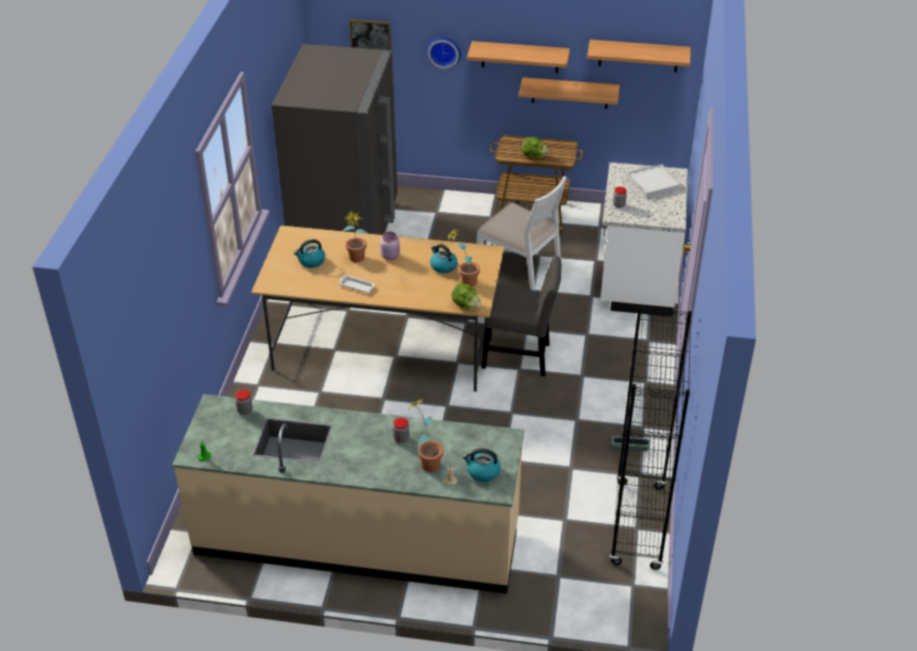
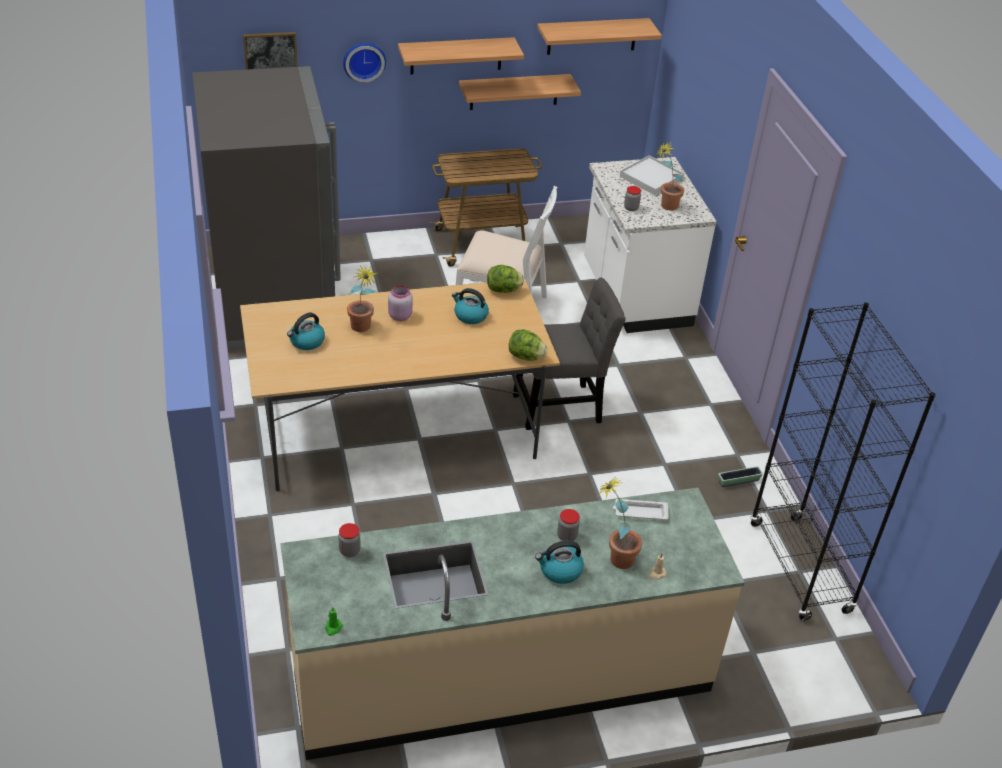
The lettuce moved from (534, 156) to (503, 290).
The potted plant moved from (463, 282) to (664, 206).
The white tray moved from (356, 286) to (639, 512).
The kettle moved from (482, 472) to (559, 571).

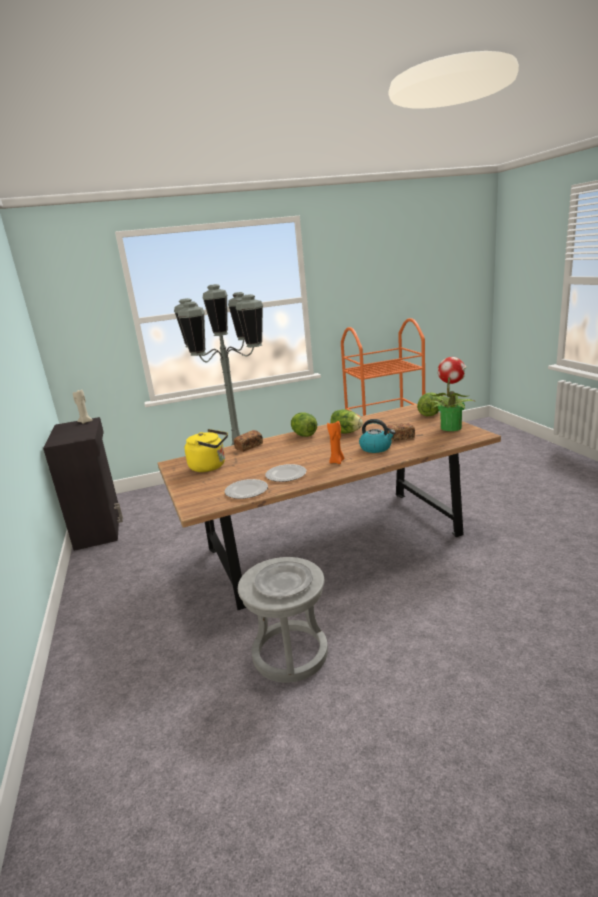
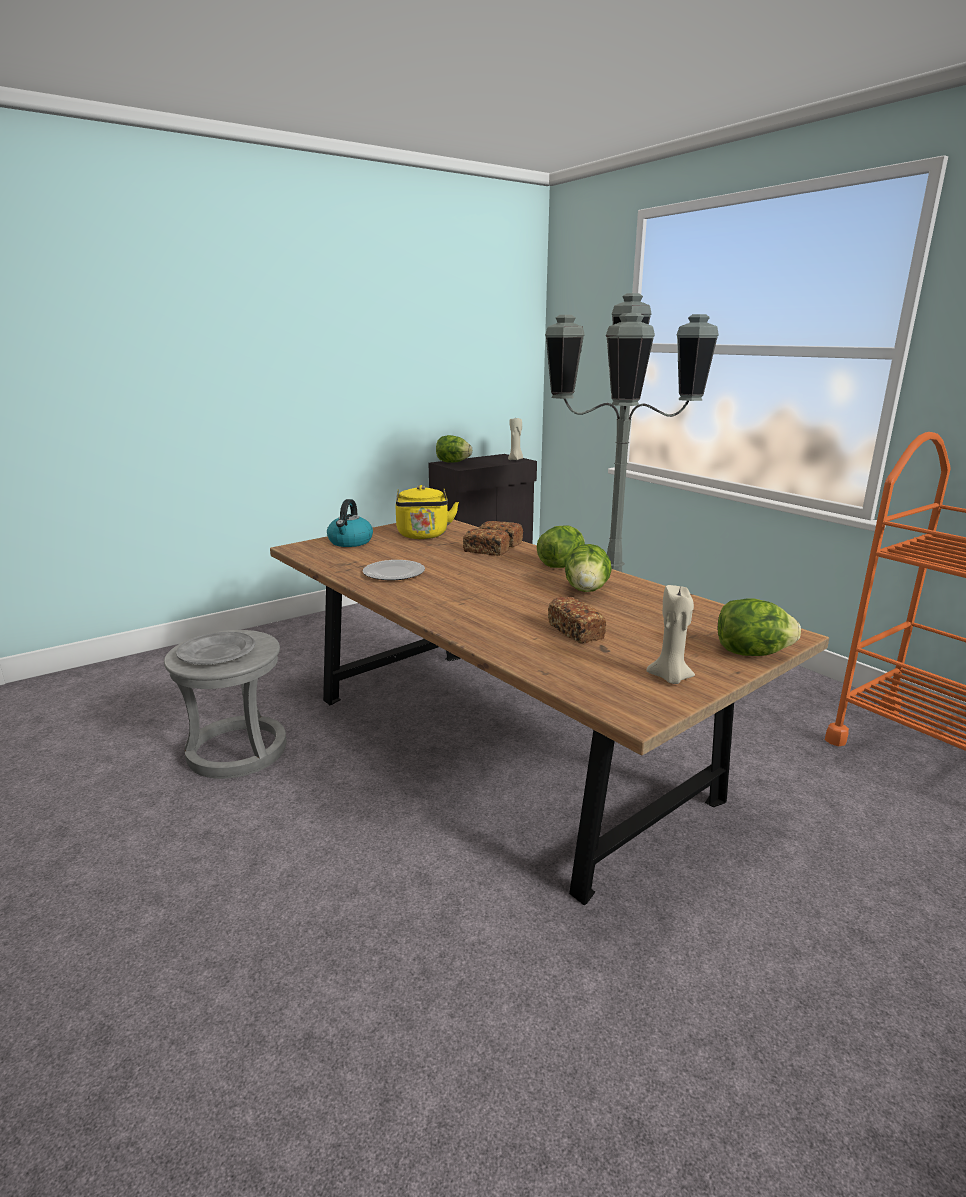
The potted plant at (450, 427) was replaced by the beige candle at (670, 678).
The kettle moved from (376, 448) to (350, 542).
The orange candle at (337, 461) disappeared.
The plate at (247, 490) disappeared.
The lettuce at (453, 462) appeared.
The bread at (486, 551) appeared.

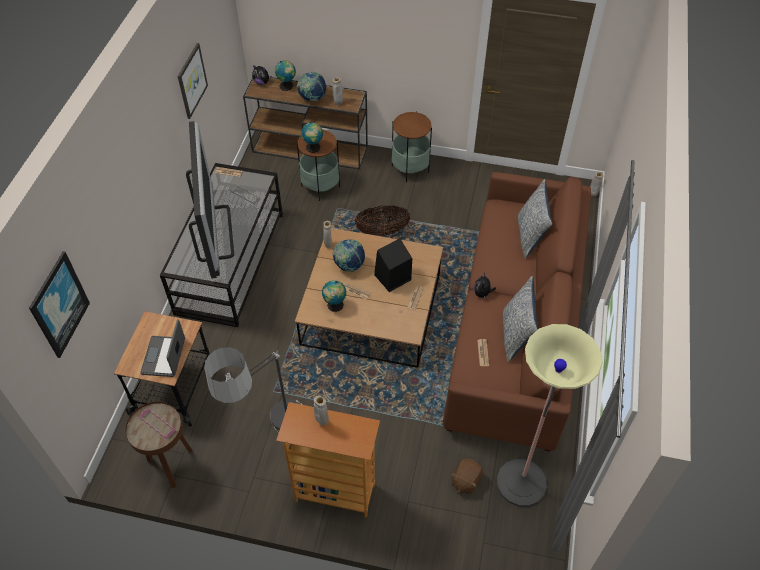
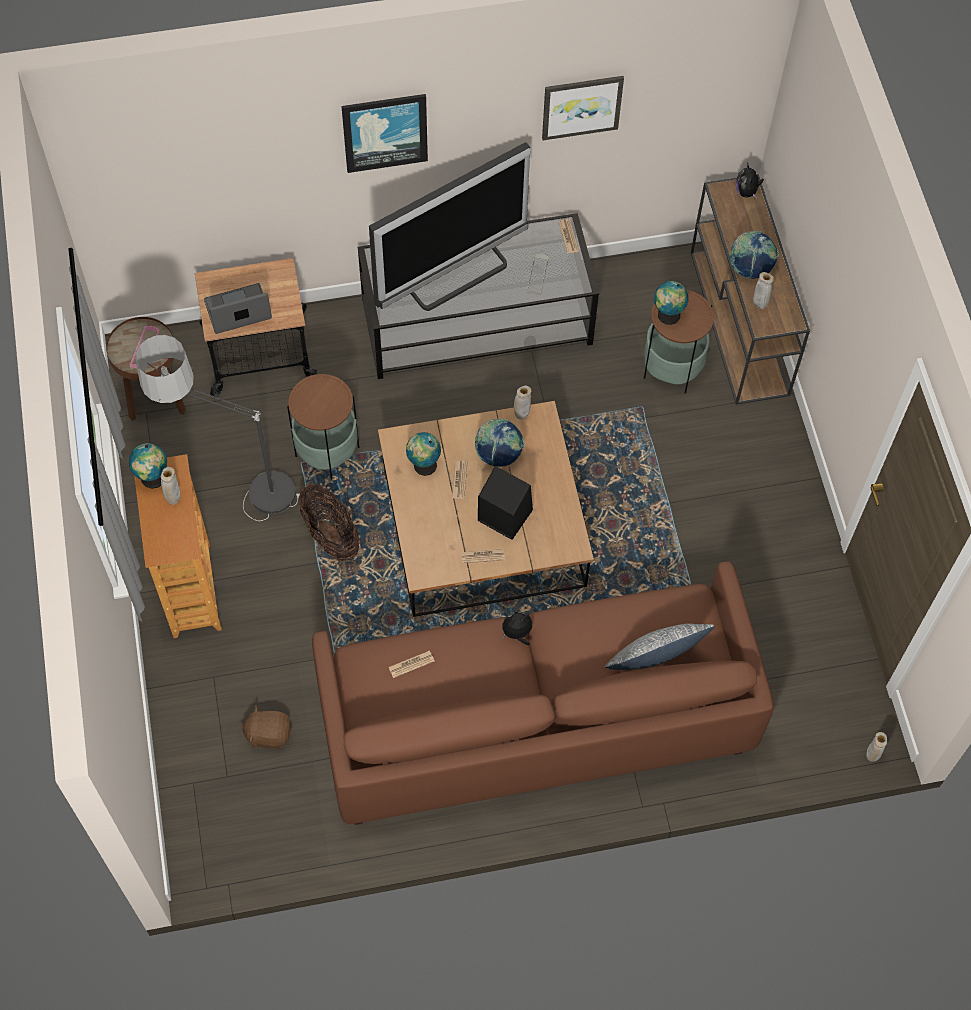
The globe moved from (287, 86) to (153, 479).
The side table moved from (410, 169) to (327, 451).
The basket moved from (382, 231) to (330, 535).
The picture moved from (59, 304) to (385, 131).
The pillow at (515, 335) disappeared.
The floor lamp at (521, 483) disappeared.

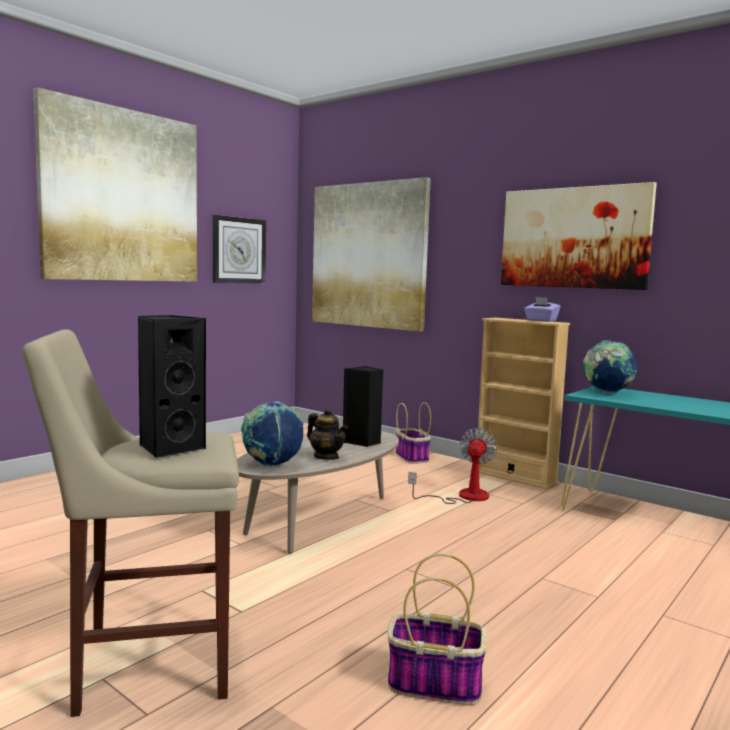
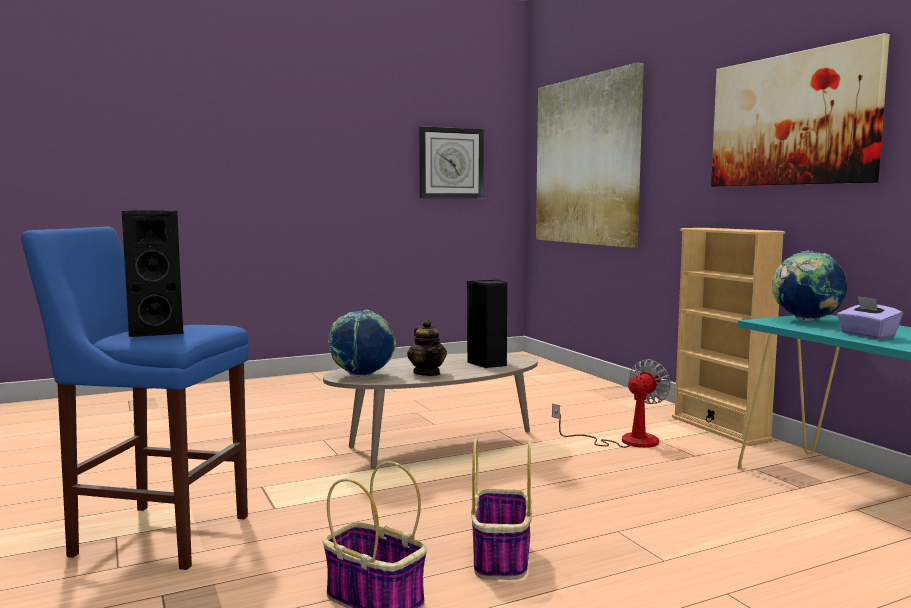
The picture at (122, 196) disappeared.
The purple tissue box moved from (541, 321) to (867, 335).
The beige stool at (146, 666) became the blue stool at (154, 534).
The basket moved from (412, 457) to (501, 558).

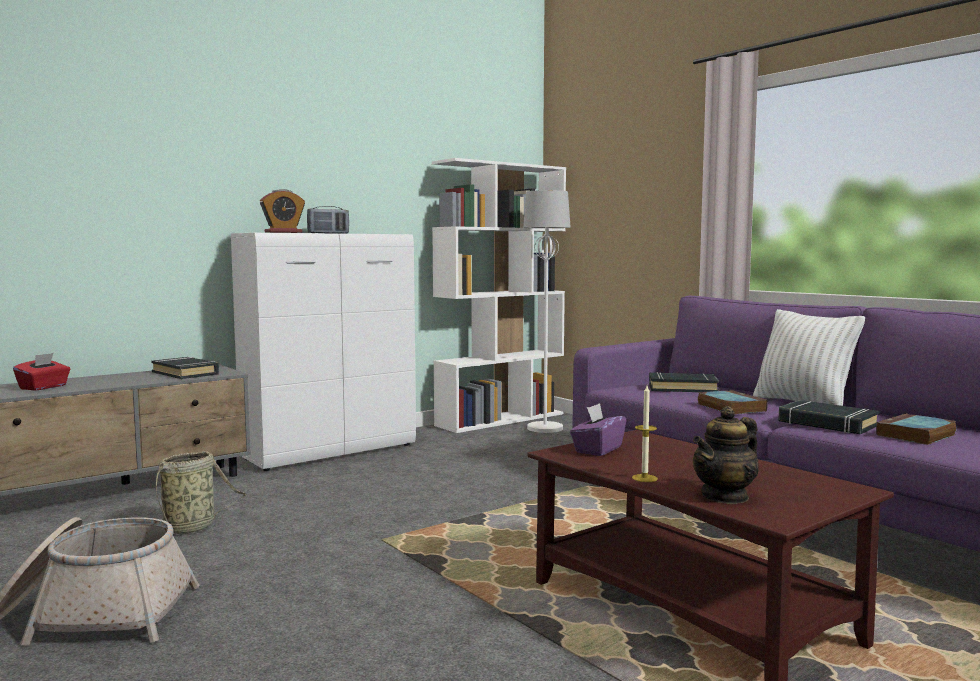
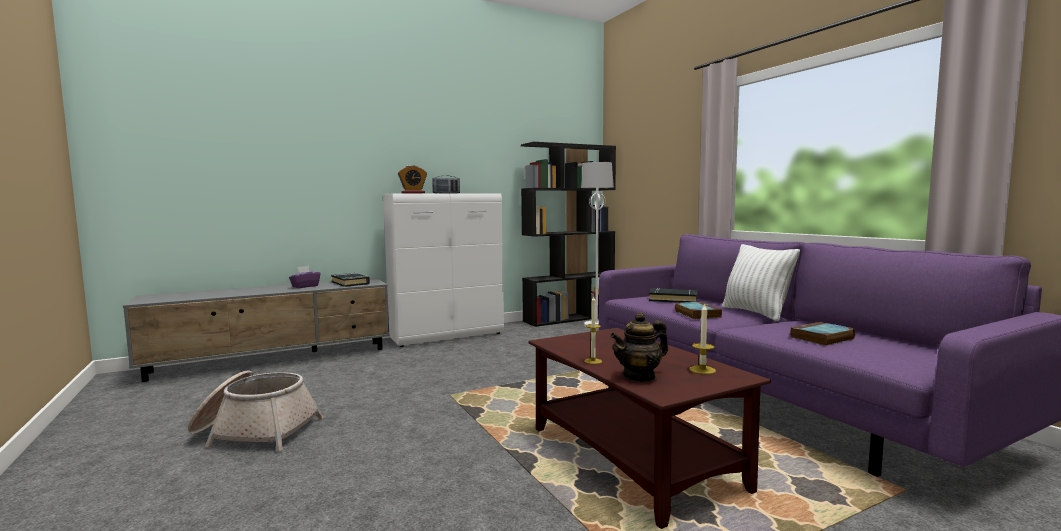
The white bookcase at (500, 419) became the black bookcase at (569, 318).
The red tissue box at (43, 387) disappeared.
The black book at (827, 424) disappeared.
The purple tissue box moved from (597, 450) to (305, 286).
The basket at (192, 527) disappeared.
The candle at (702, 370) appeared.

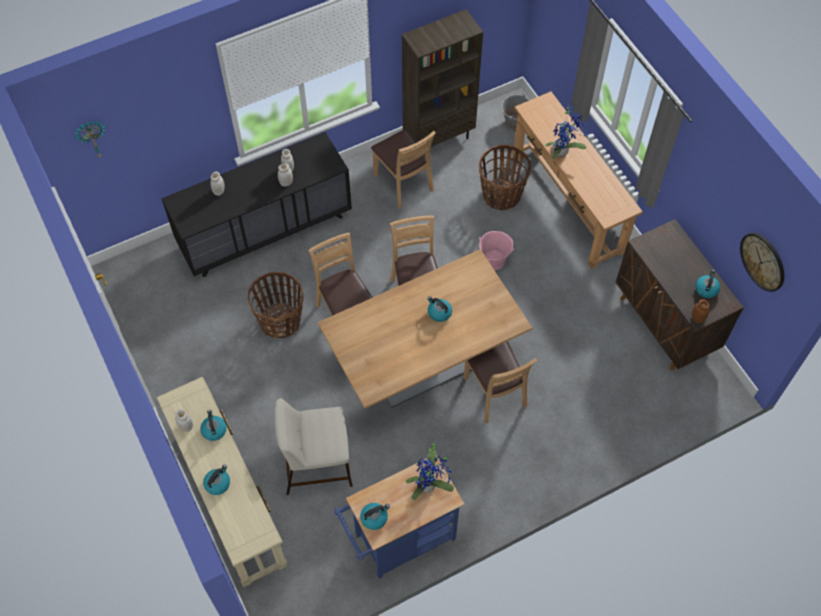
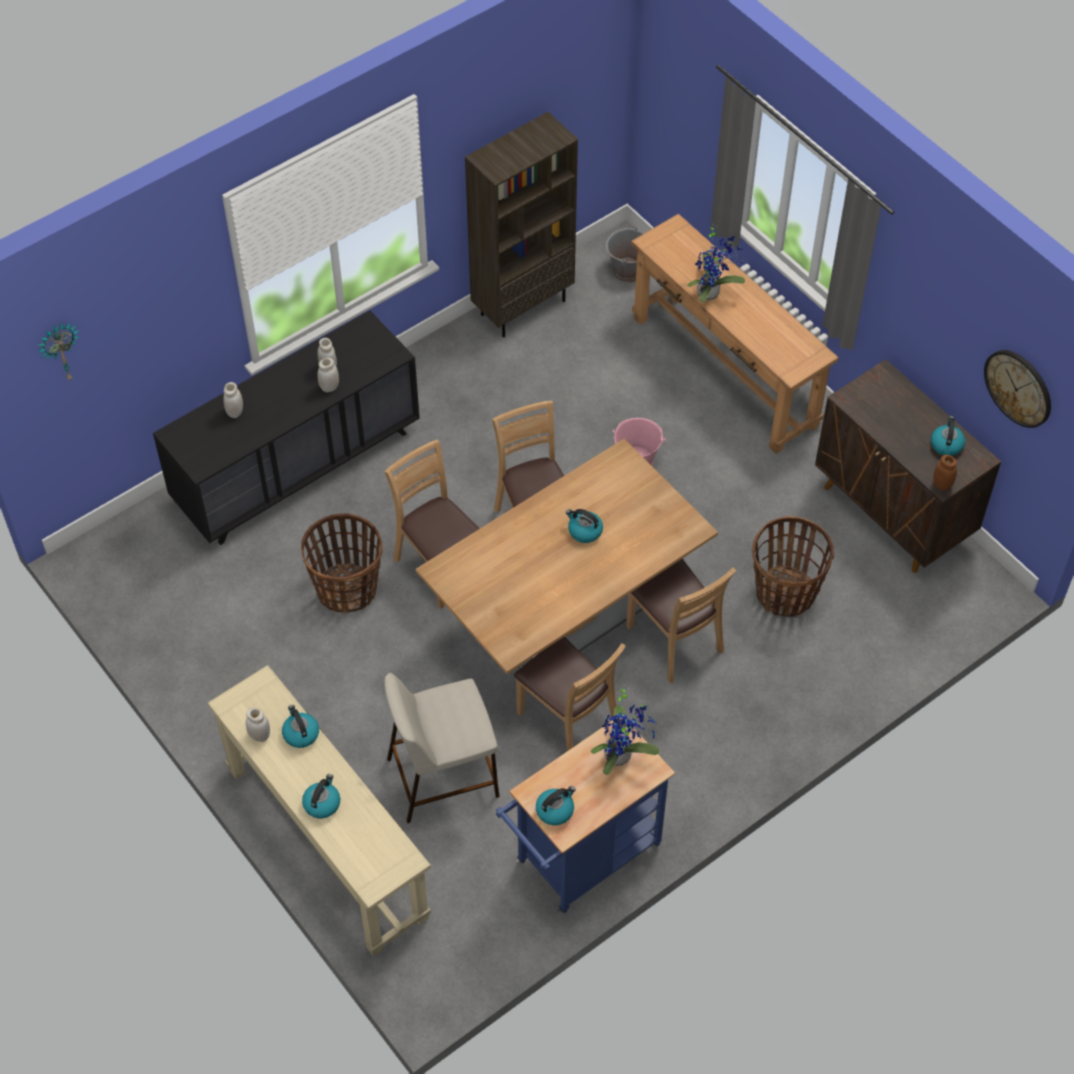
The brown chair moved from (403, 184) to (568, 720).
The basket moved from (501, 195) to (785, 593).

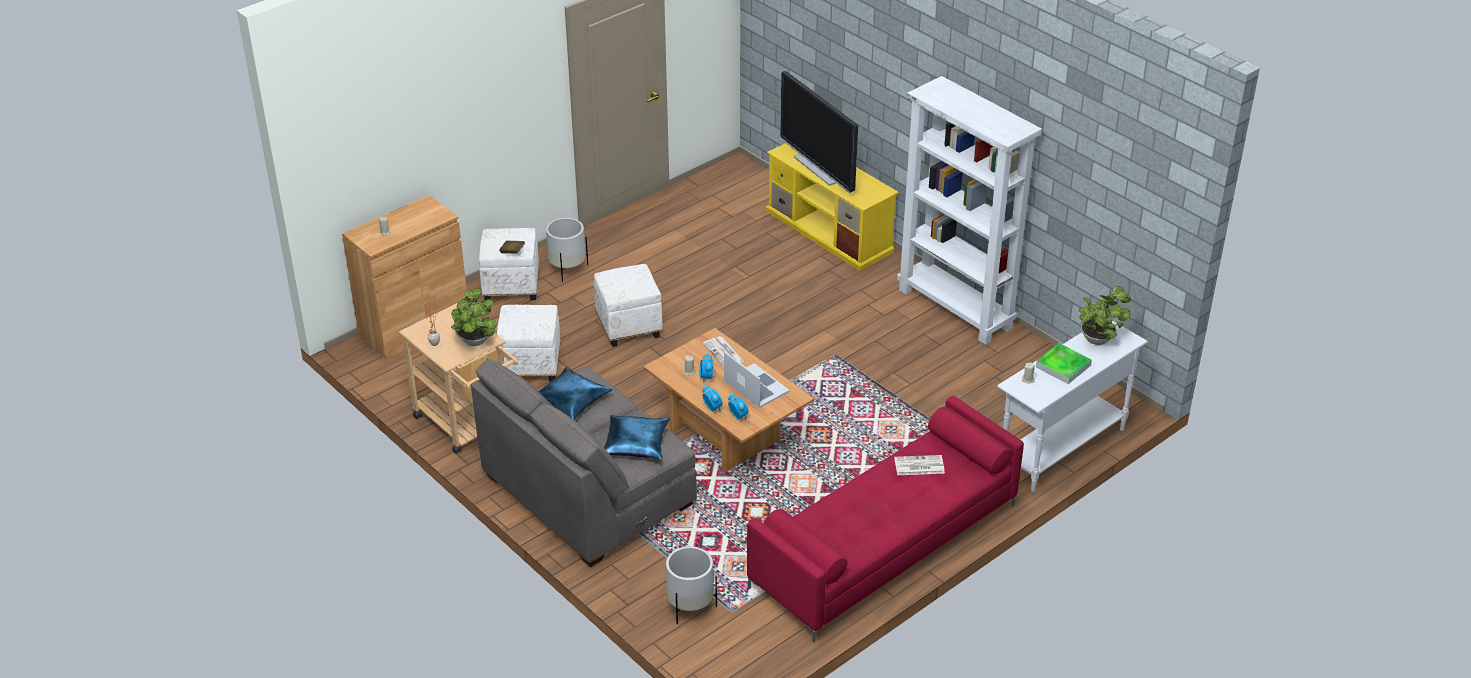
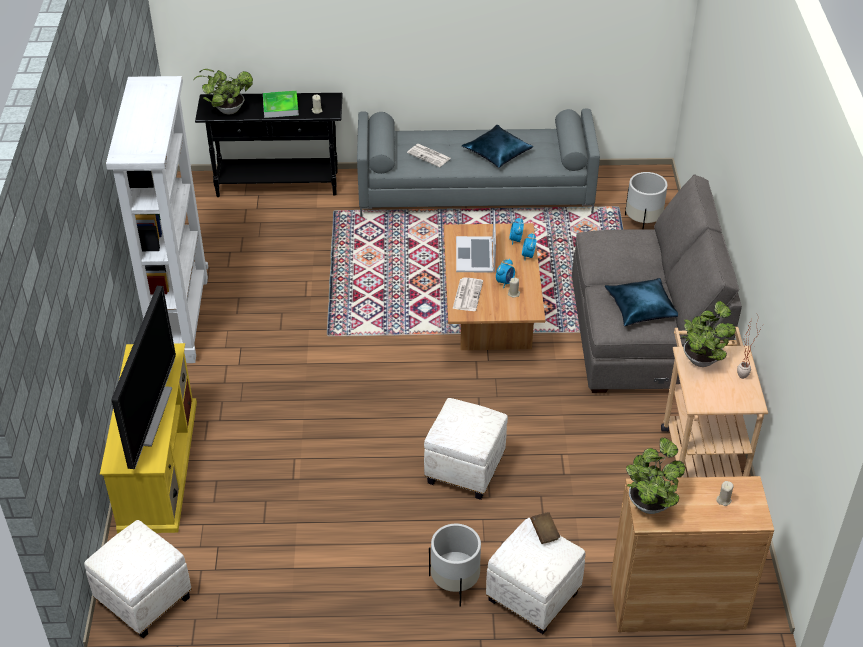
The white ottoman moved from (531, 365) to (143, 599).
The white console table at (1061, 448) became the black console table at (278, 184).
The red sofa at (884, 547) became the grey sofa at (476, 191).
The blue pillow moved from (636, 443) to (497, 152).
The potted plant at (650, 502) appeared.

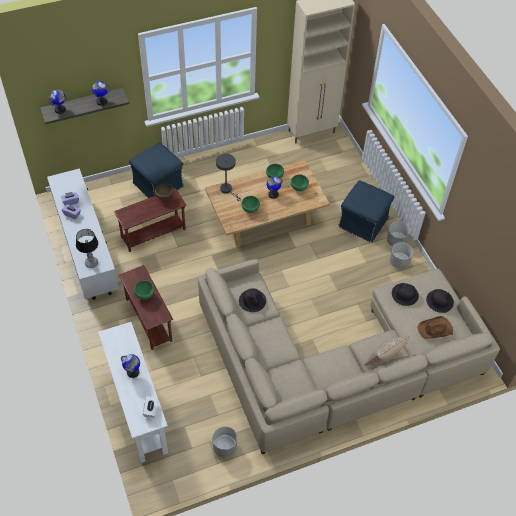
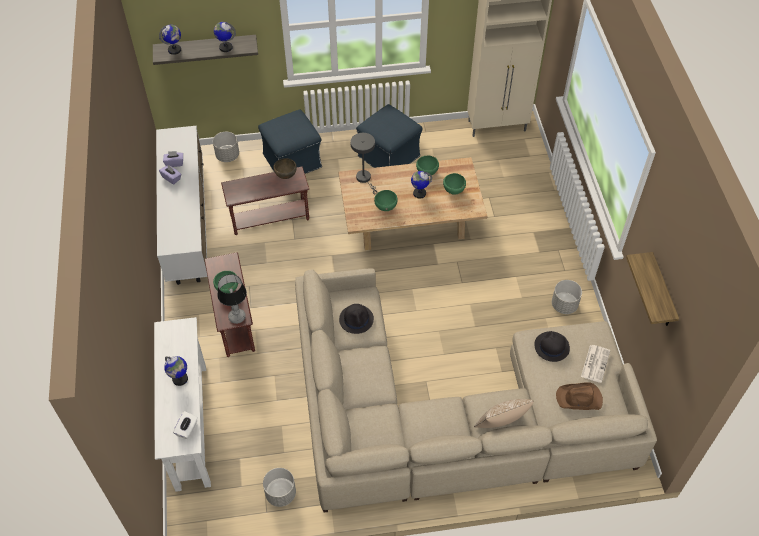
The blue ottoman moved from (363, 223) to (389, 156).
The grey planter moved from (396, 241) to (227, 156).
The table lamp moved from (91, 263) to (236, 317).
The black hat at (439, 301) was replaced by the newspaper at (595, 363).
The shelf at (662, 293) appeared.

